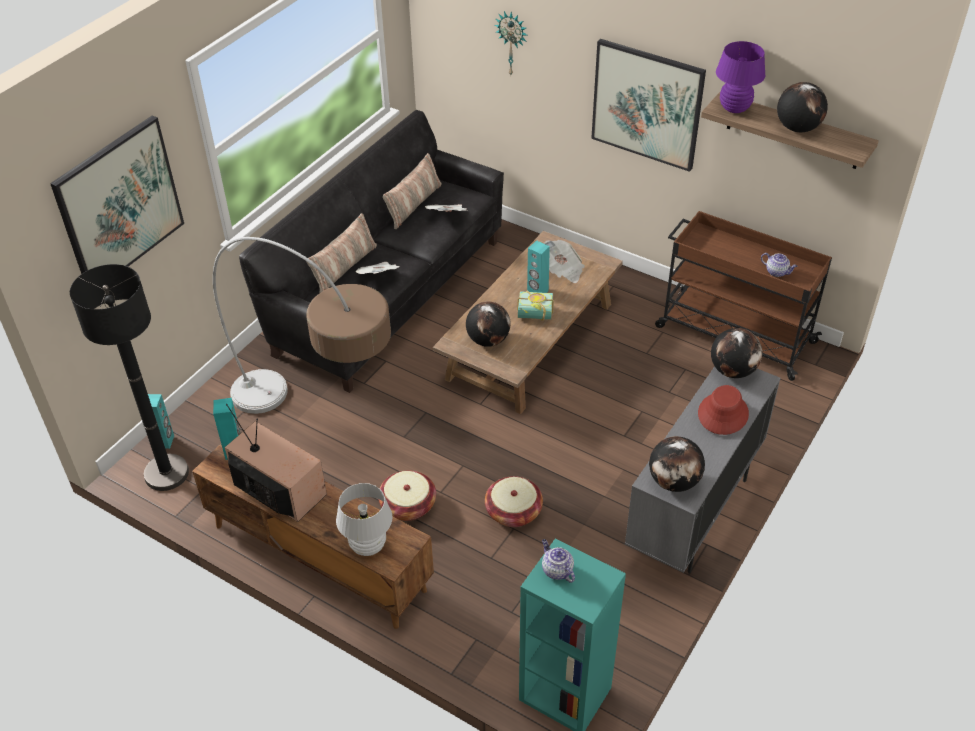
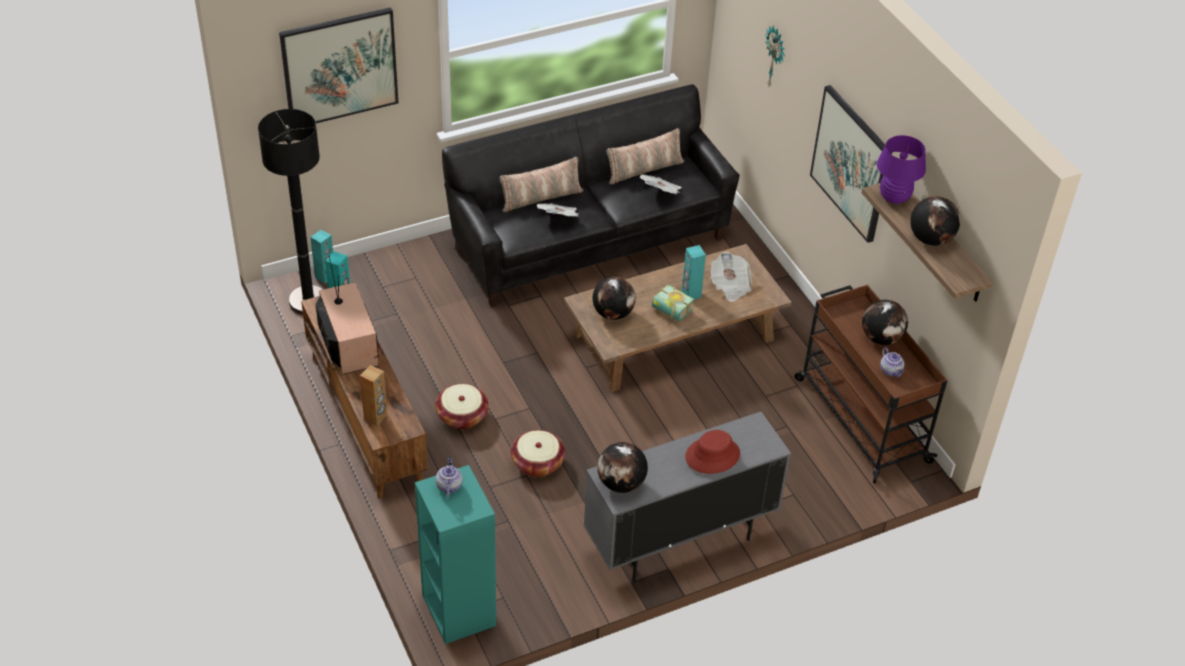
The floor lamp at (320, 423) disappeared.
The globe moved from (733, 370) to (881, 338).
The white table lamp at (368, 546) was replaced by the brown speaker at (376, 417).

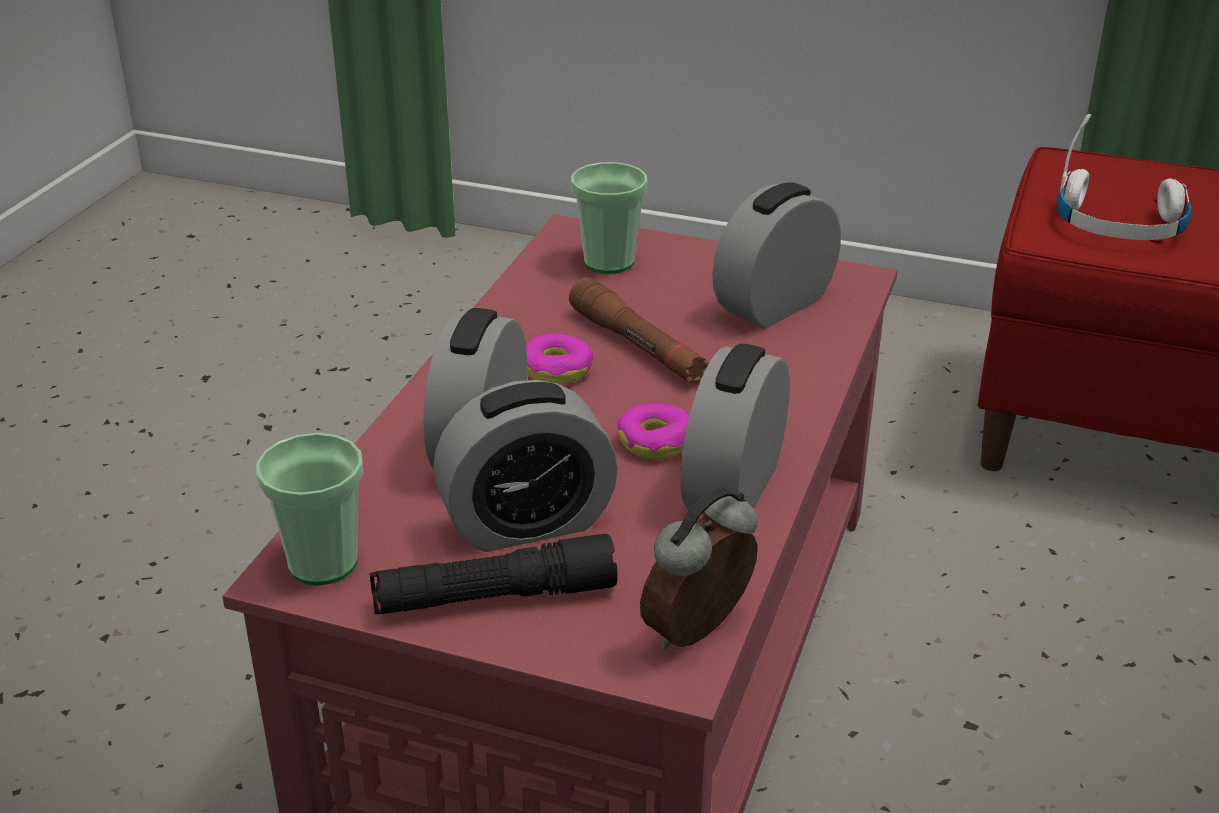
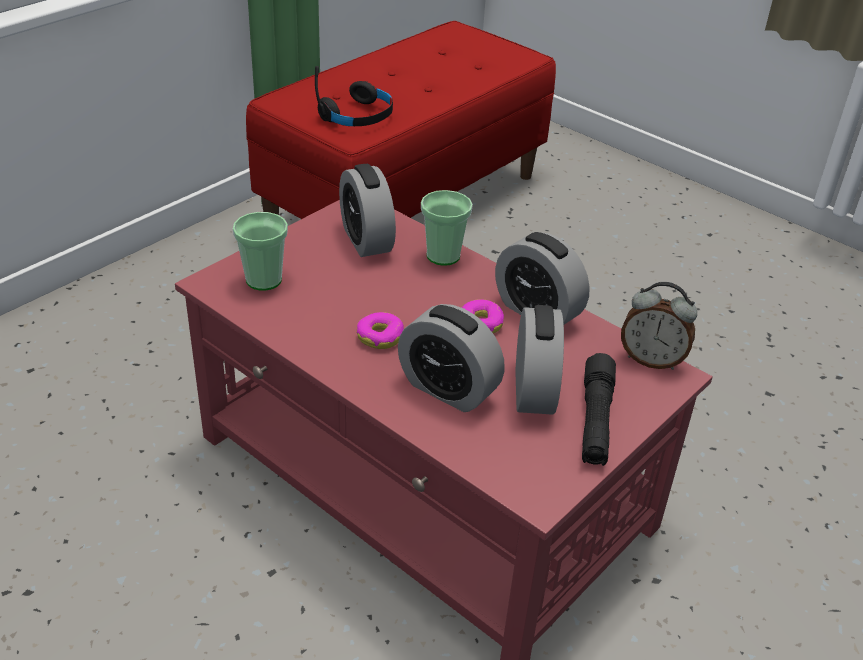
The white headphones at (1119, 225) became the black headphones at (358, 116).
The brown flashlight at (637, 346) disappeared.
The cup moved from (322, 563) to (443, 256).
The alarm clock at (701, 633) turned 45 degrees counterclockwise.

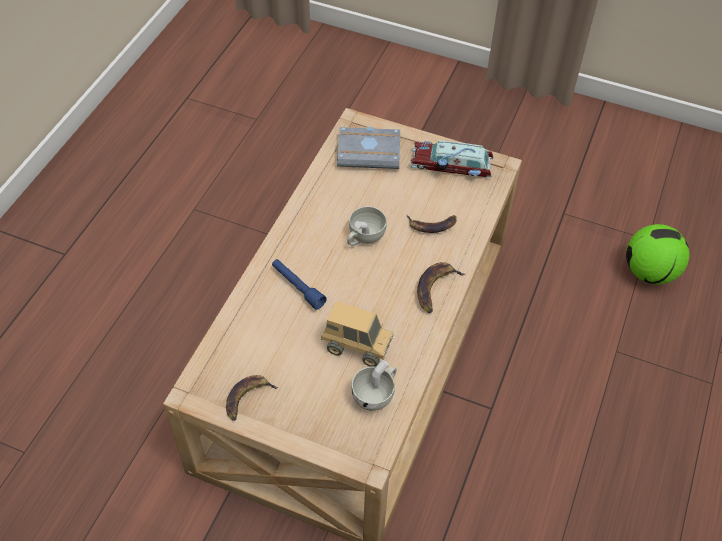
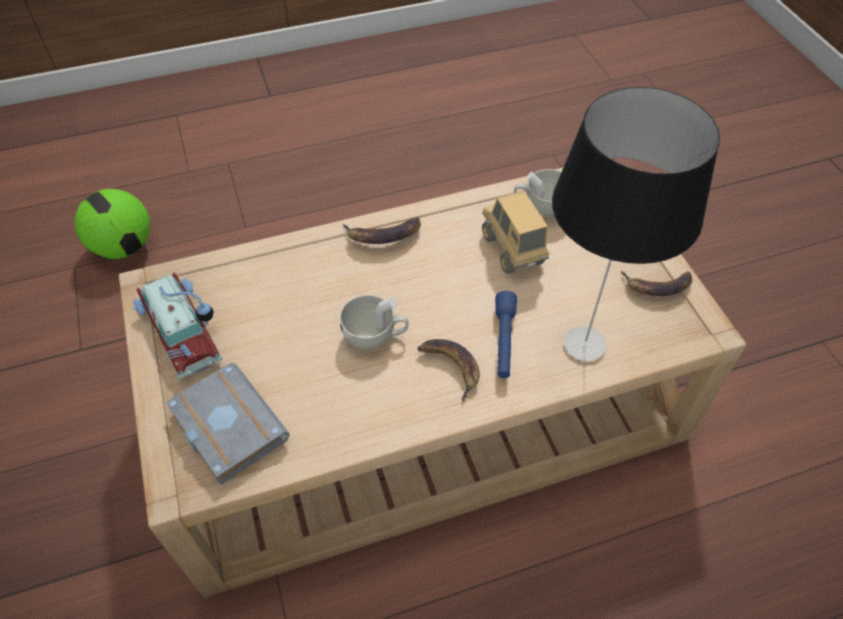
The banana moved from (432, 225) to (450, 366).
The table lamp at (583, 342) appeared.

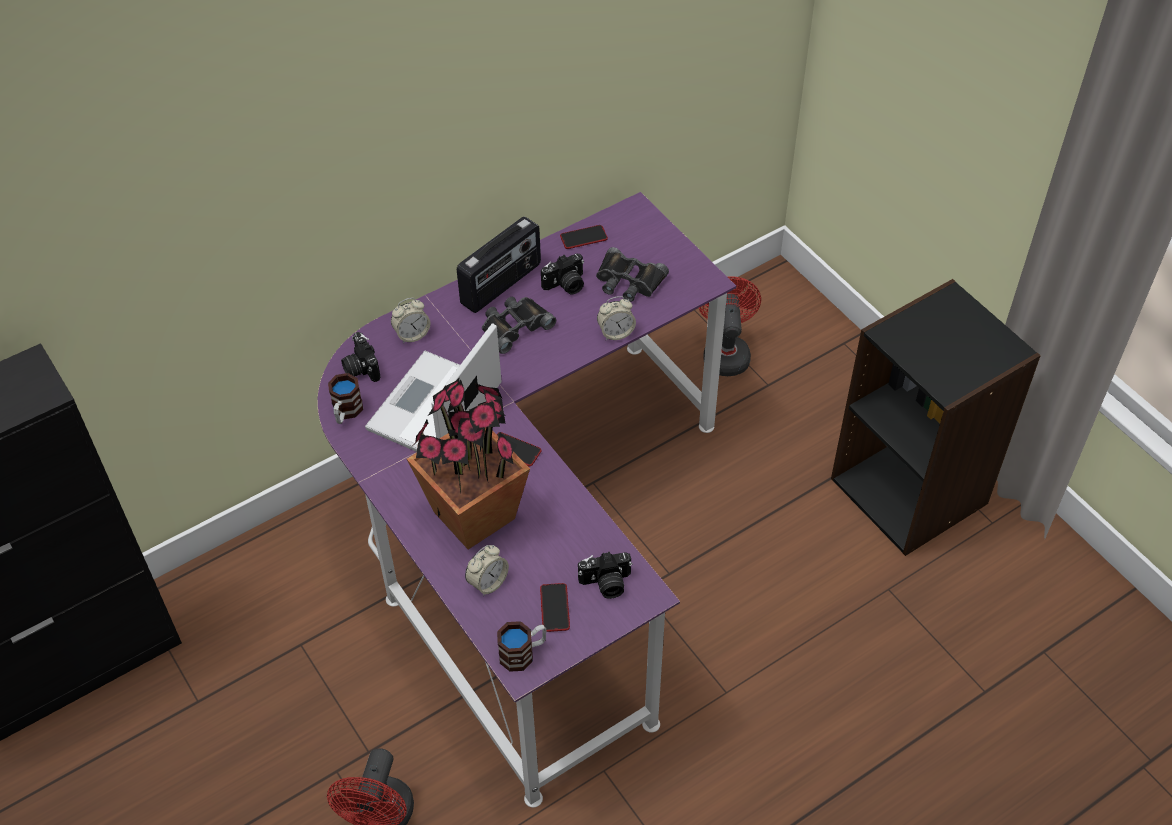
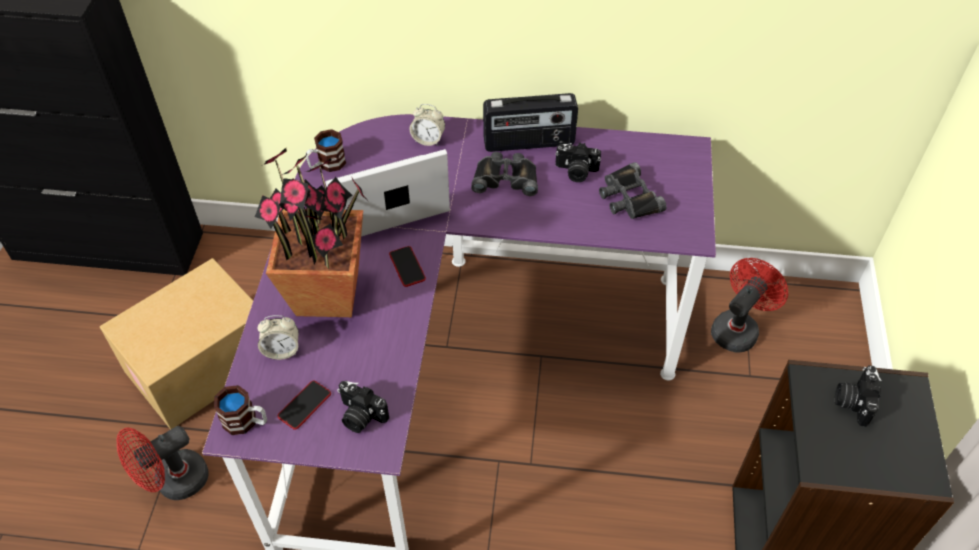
The phone at (583, 238) disappeared.
The alarm clock at (616, 333) disappeared.
The photo camera moved from (360, 368) to (853, 401).
The cardboard box at (201, 366) appeared.

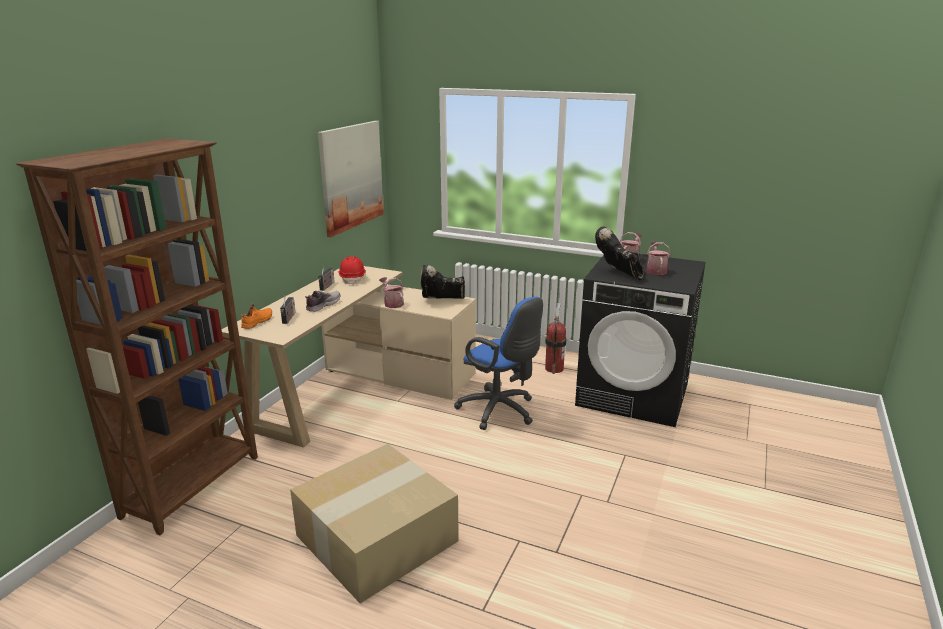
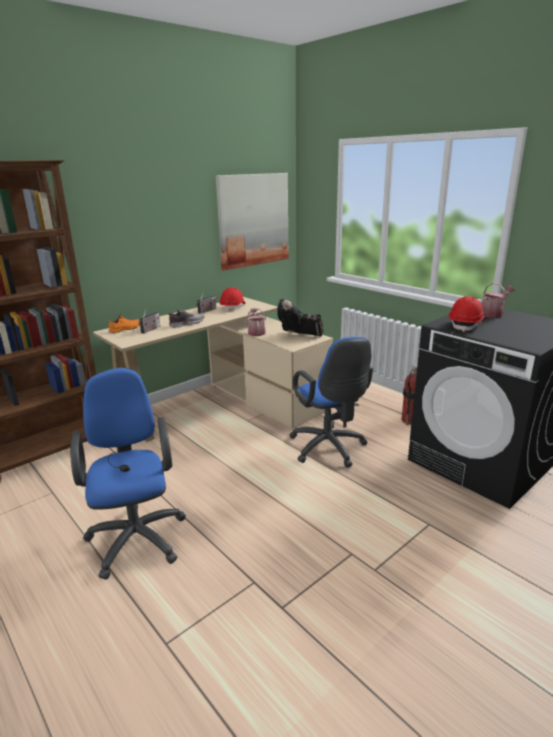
The black boot at (618, 273) was replaced by the red hard hat at (465, 325).
The watering can at (656, 270) disappeared.
The cardboard box at (377, 536) was replaced by the blue office chair at (137, 535).

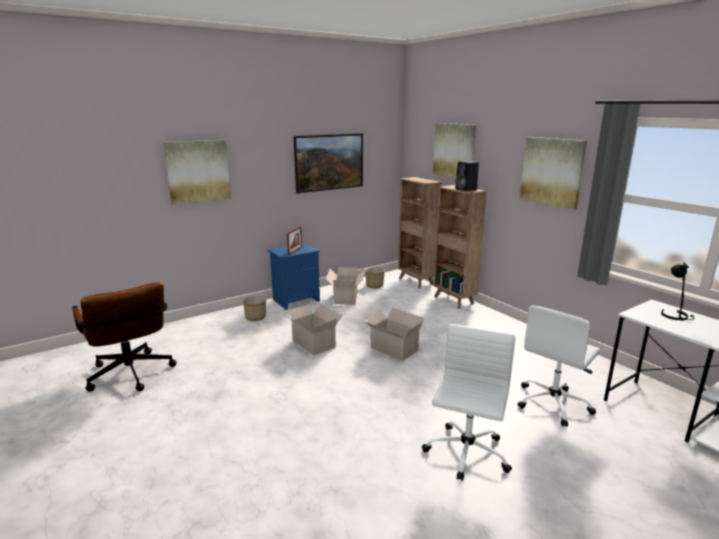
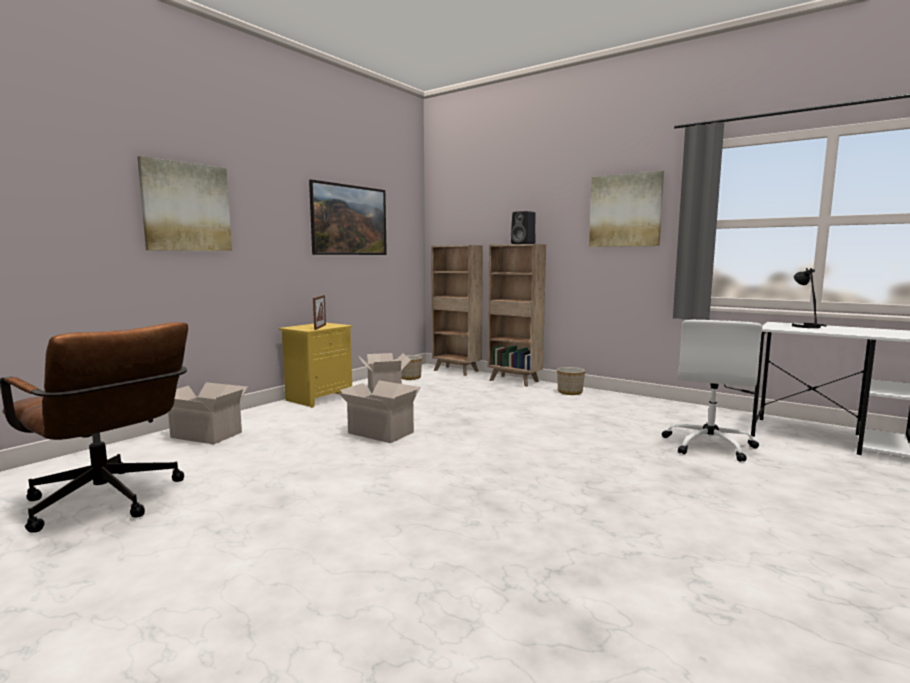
The picture at (454, 151) disappeared.
The blue nightstand at (296, 300) became the yellow nightstand at (319, 398).
The planter moved from (255, 317) to (570, 392).
The cardboard box moved from (393, 348) to (205, 434).
The white office chair at (466, 454) disappeared.

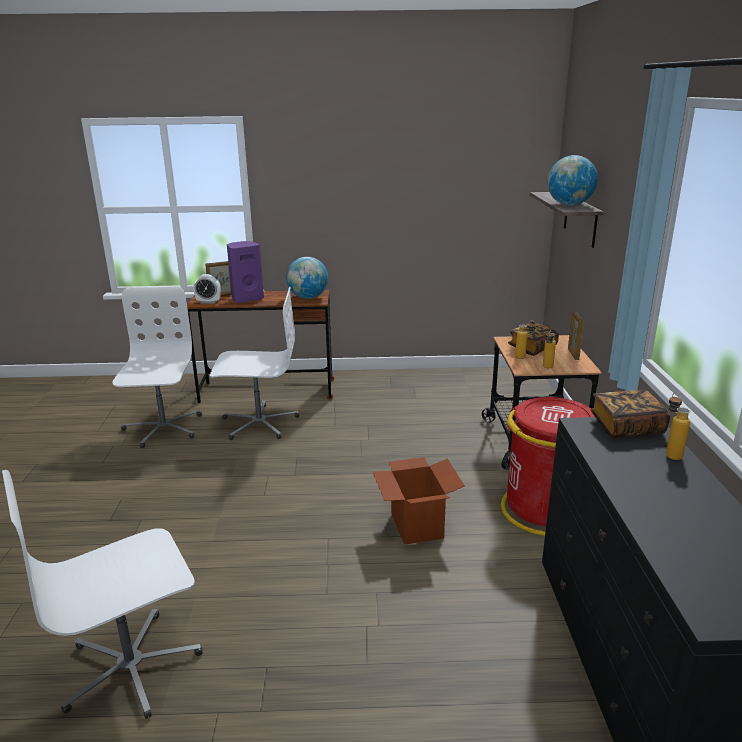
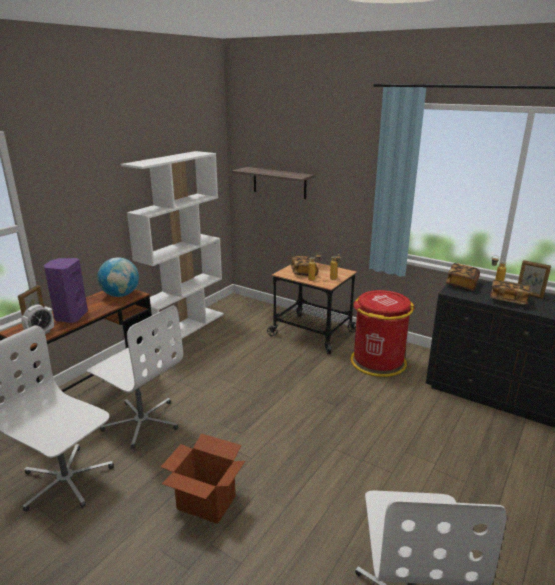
The globe at (569, 205) disappeared.
The white office chair at (259, 423) turned 90 degrees clockwise.
The picture frame moved from (573, 354) to (529, 295).
The cardboard box moved from (416, 525) to (206, 502).
The white bookcase at (185, 327) appeared.
The book at (508, 300) appeared.

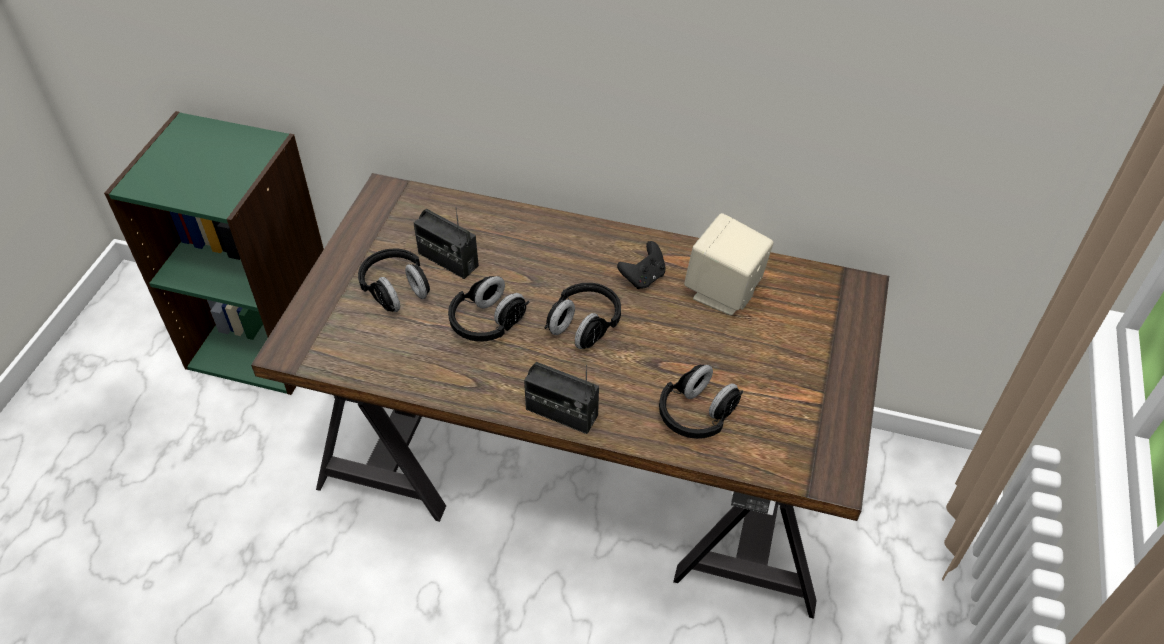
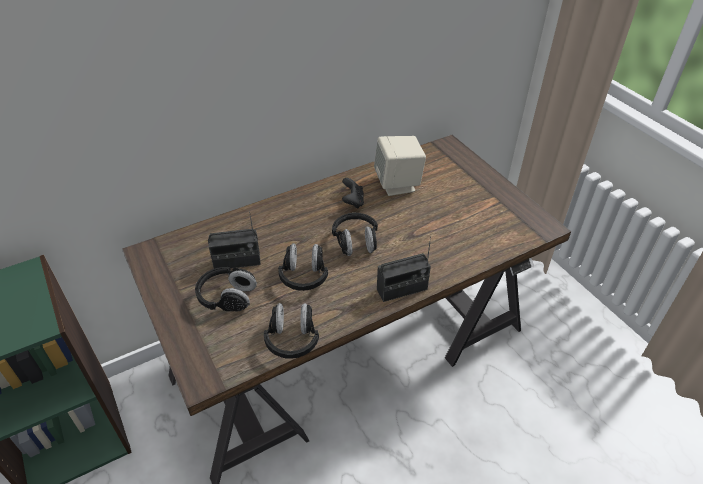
The black headphones moved from (697, 415) to (292, 339).

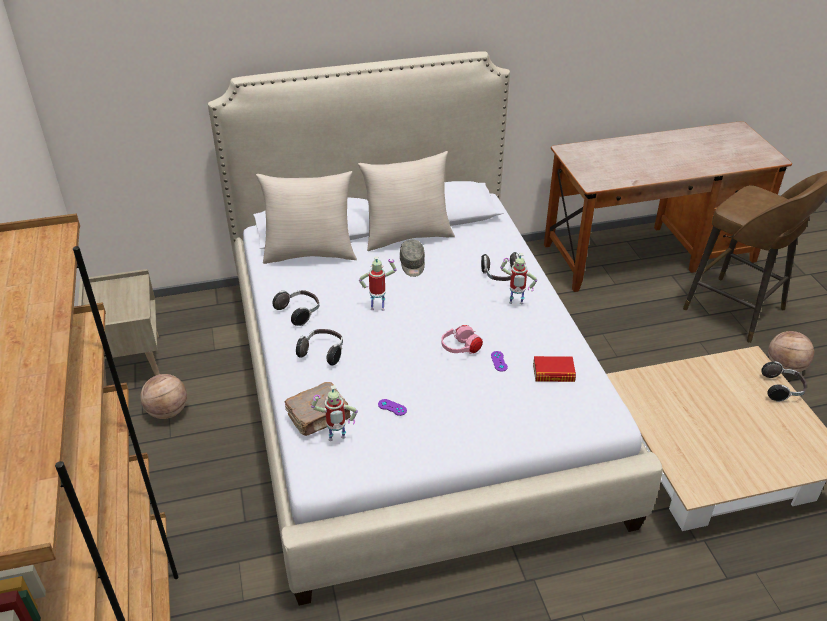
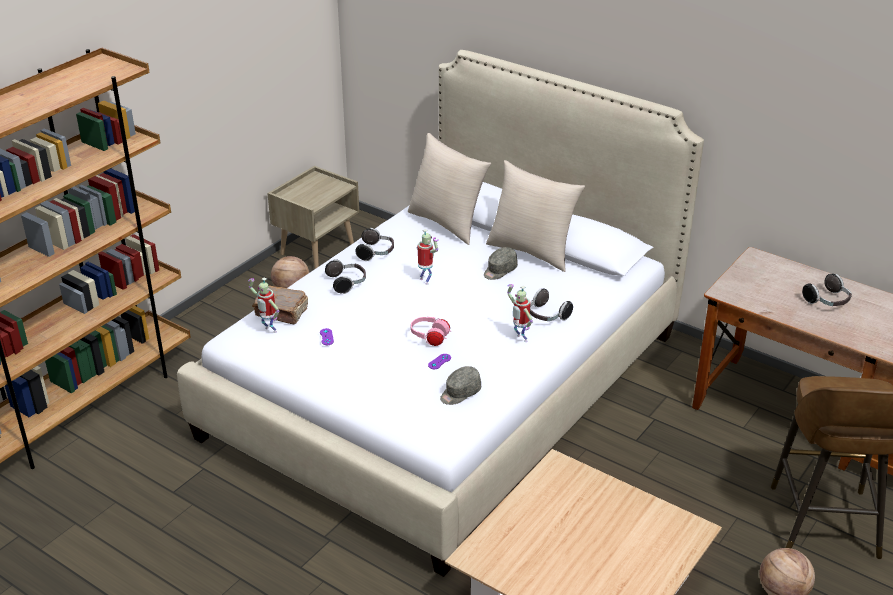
The book at (553, 373) was replaced by the grey cap at (460, 393).
The headphones moved from (782, 389) to (827, 301).

